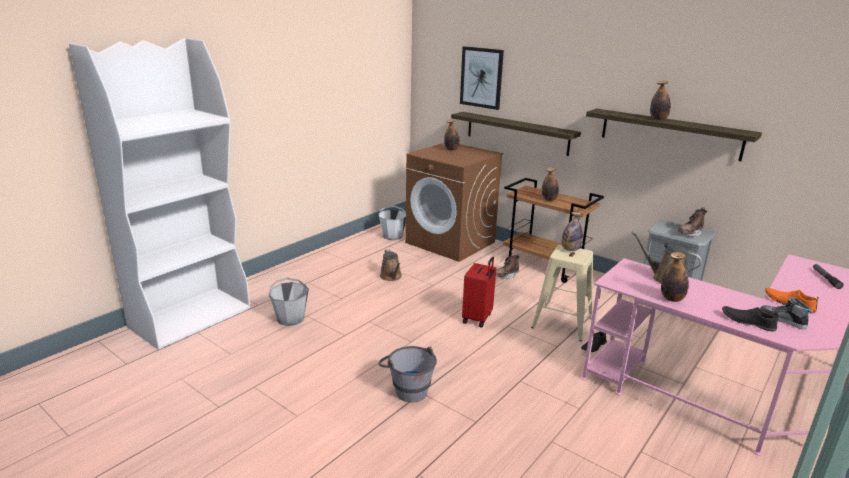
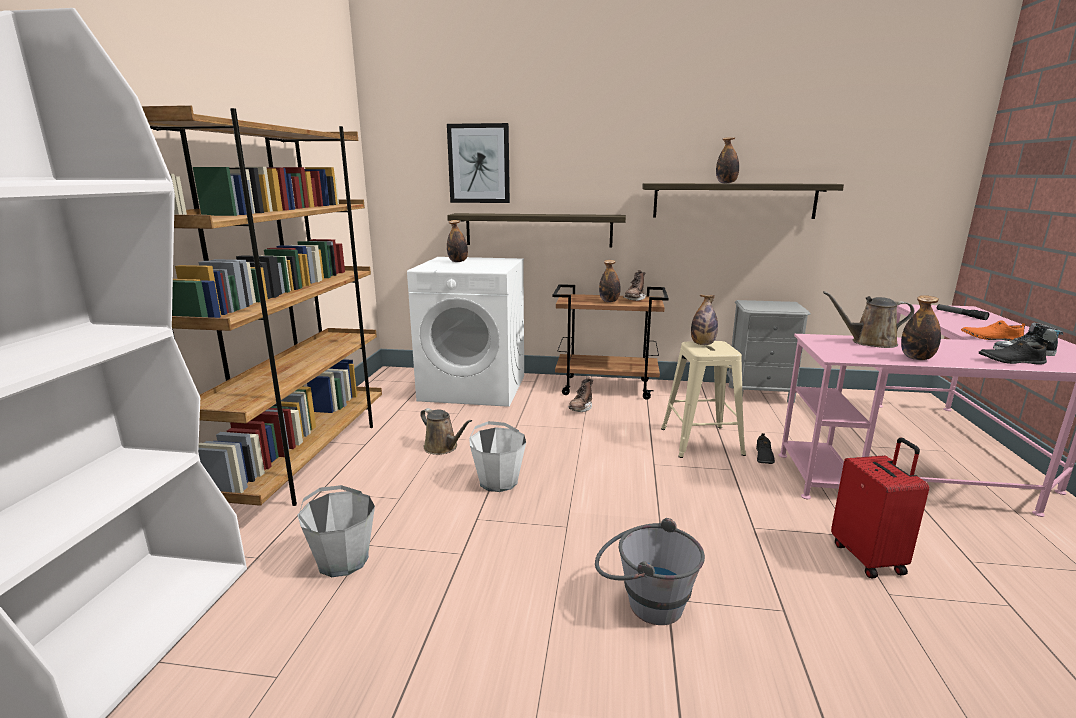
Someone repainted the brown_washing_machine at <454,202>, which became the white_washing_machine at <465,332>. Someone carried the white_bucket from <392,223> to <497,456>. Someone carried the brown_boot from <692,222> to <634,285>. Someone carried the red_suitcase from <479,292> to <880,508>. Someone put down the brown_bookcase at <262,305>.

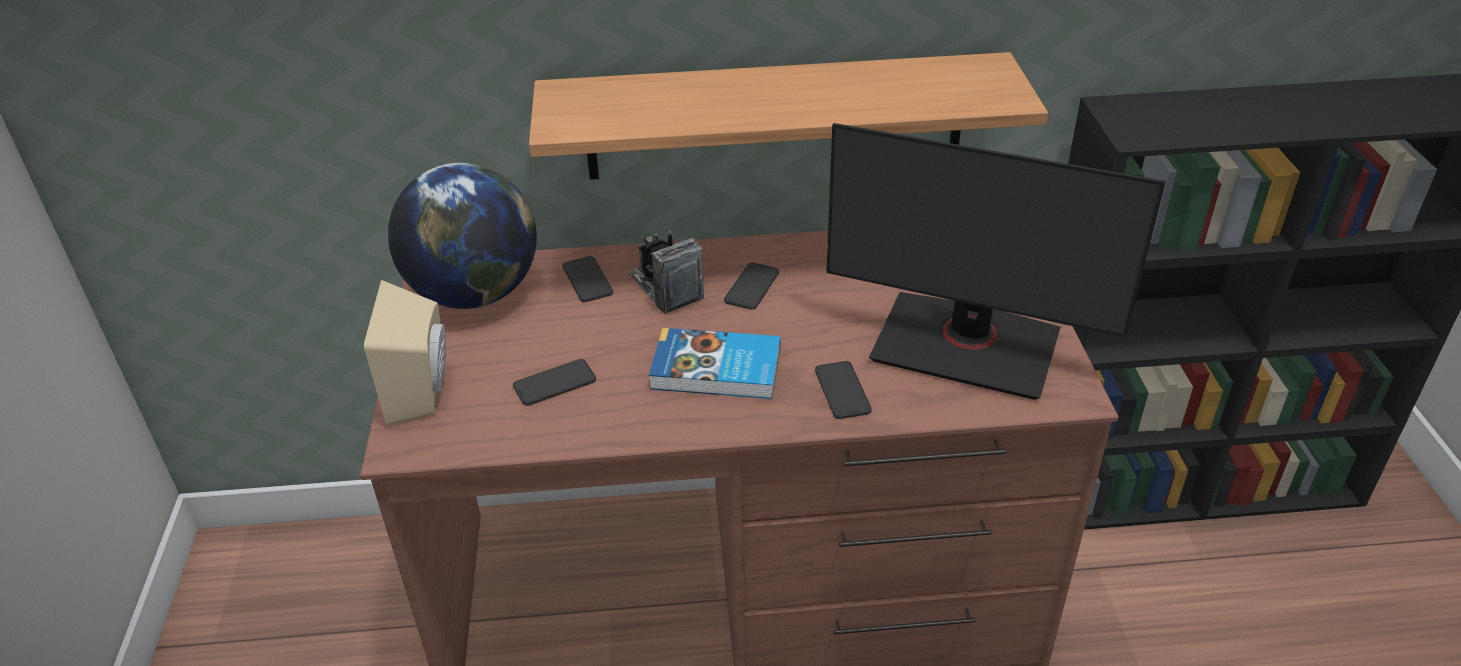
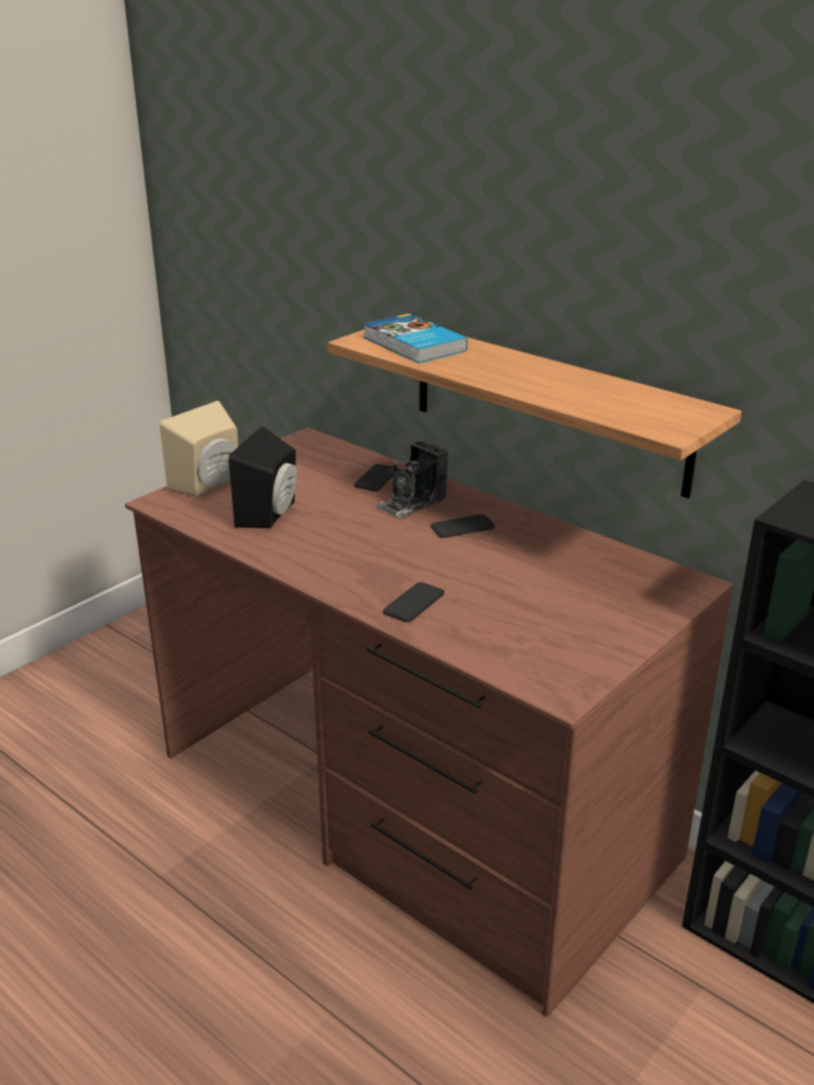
Someone took away the monitor at <996,261>. Someone took away the globe at <462,236>. Someone rotated the photo_camera at <666,270> by 150 degrees counterclockwise. Someone carried the book from <715,363> to <415,338>. Someone swapped the phone at <554,382> for the black_speaker at <263,477>.

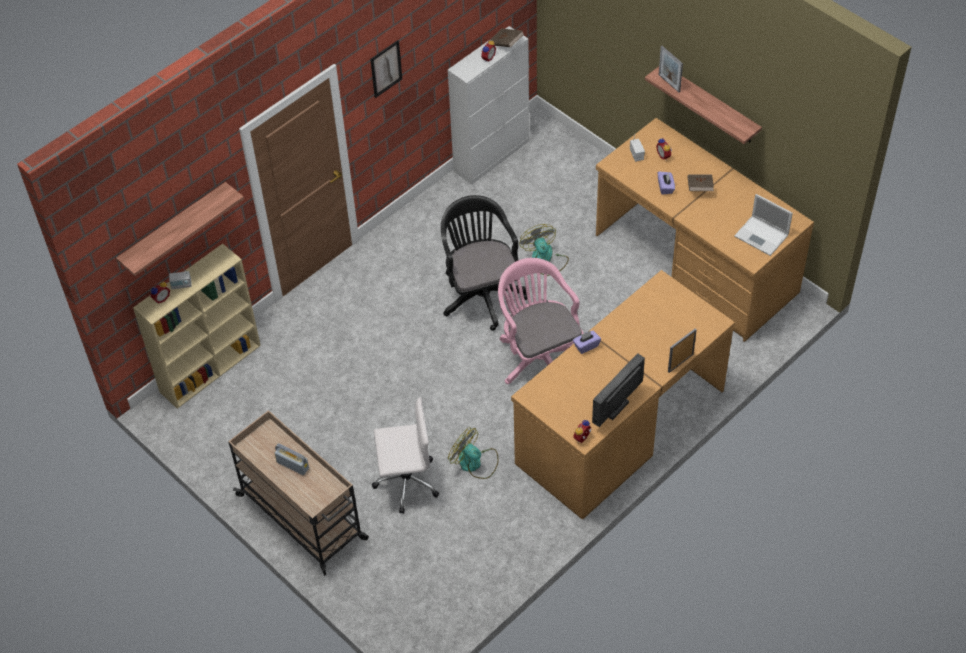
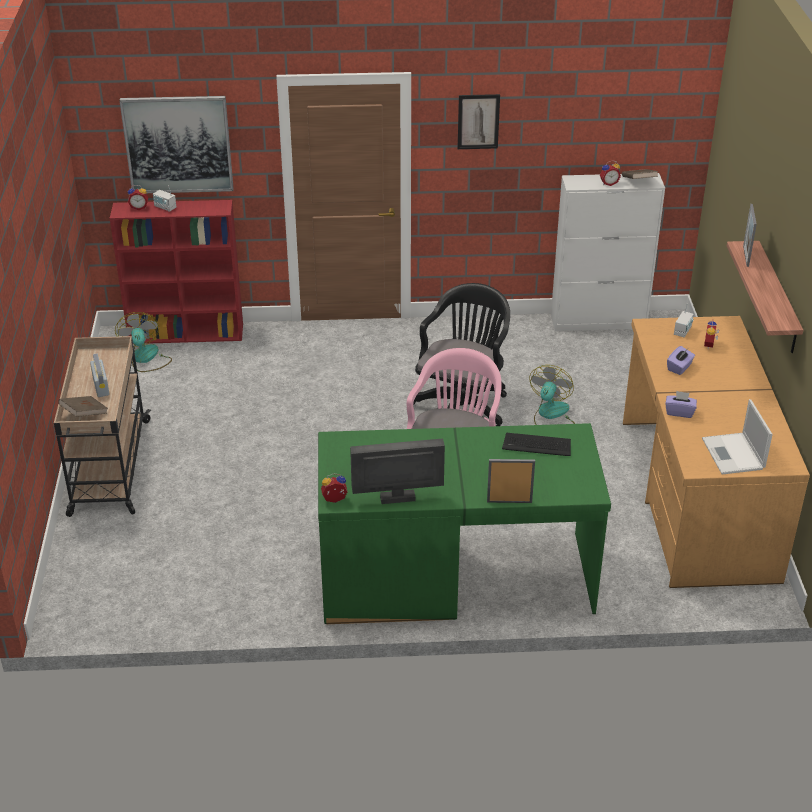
Someone carried the brown_book from <701,182> to <83,406>. Someone swapped the shelf at <180,229> for the picture at <176,144>. Someone repainted the beige_bookcase at <197,326>, which became the red_bookcase at <176,272>. Someone repainted the brown_desk at <623,394>, which became the green_desk at <464,523>. Someone carried the purple_tissue_box from <587,342> to <681,404>. Someone took away the white_office_chair at <405,455>. Someone carried the fan from <473,453> to <143,342>. Someone put down the keyboard at <536,444>.

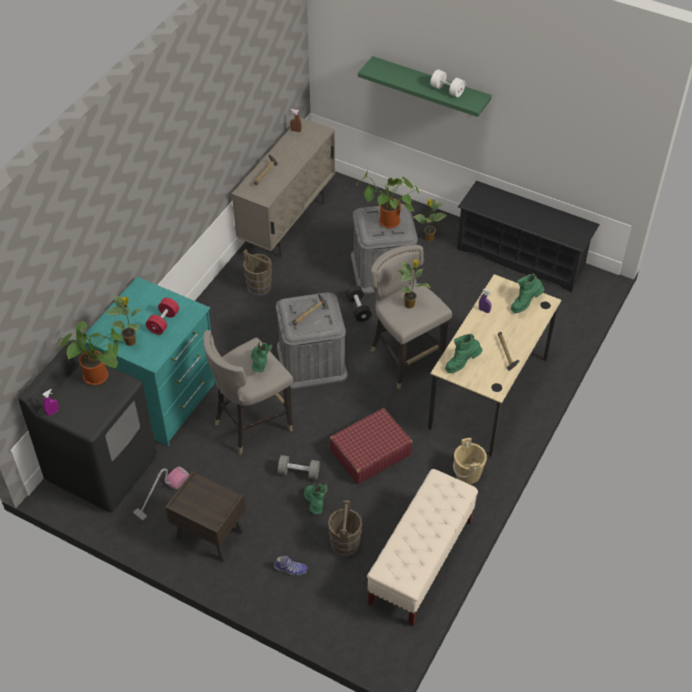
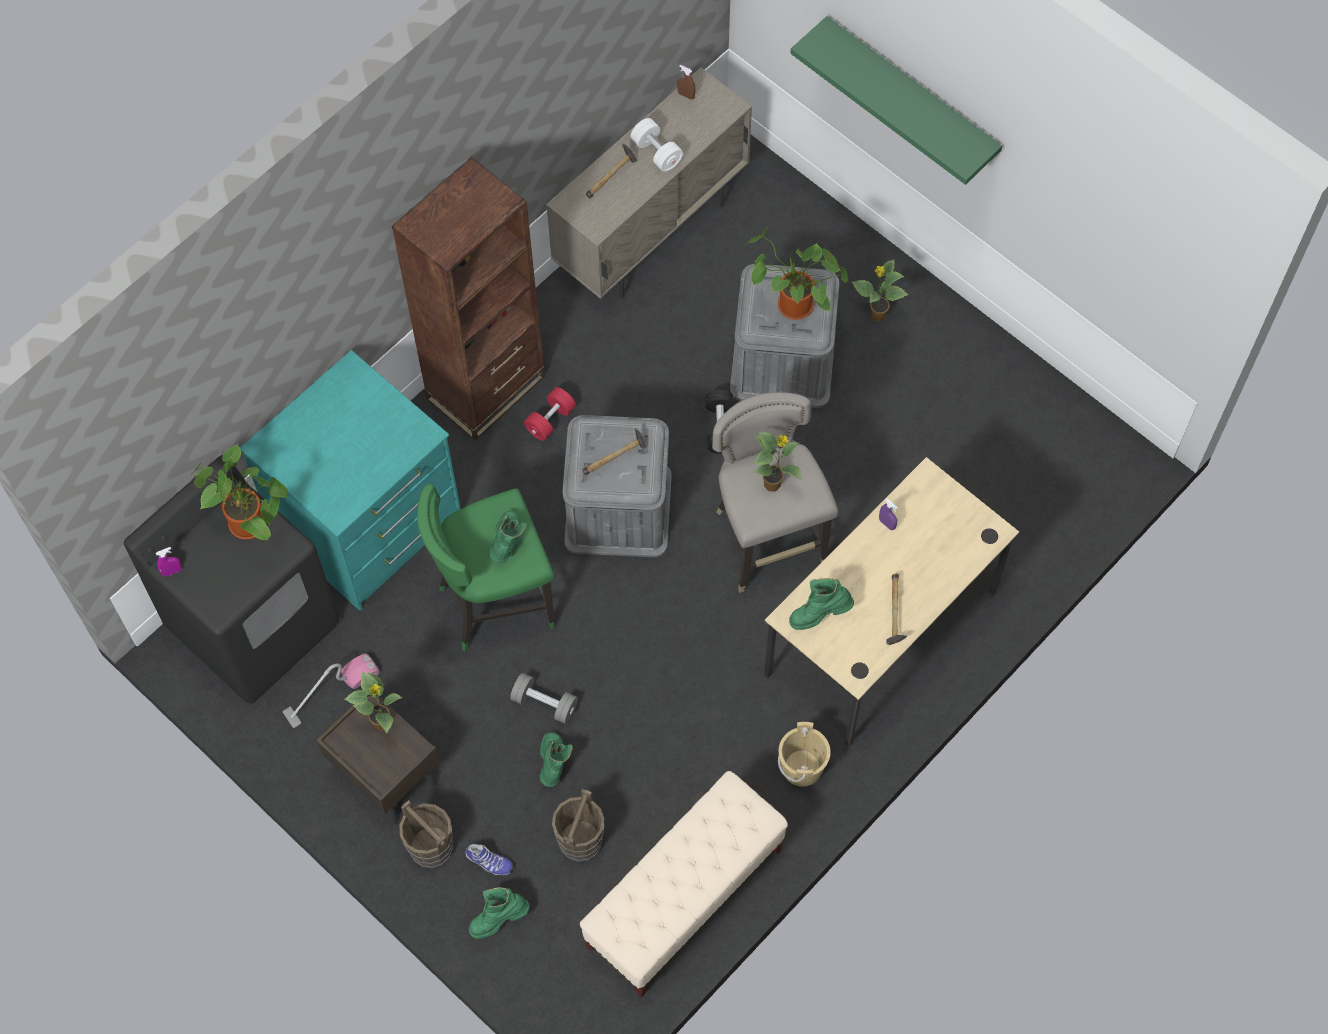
Someone carried the white_dumbbell from <447,83> to <656,145>. Someone took away the black_shoe_rack at <528,236>. Someone carried the brown_bucket from <257,272> to <426,834>. Someone carried the green_boot from <527,293> to <499,913>. Someone carried the potted_plant from <124,320> to <374,702>. Someone carried the red_dumbbell from <162,316> to <550,414>. Someone repainted the grey_stool at <248,392>, which became the green_stool at <486,567>. Someone took away the red_suitcase at <371,446>. Someone put down the brown_bookcase at <468,299>.

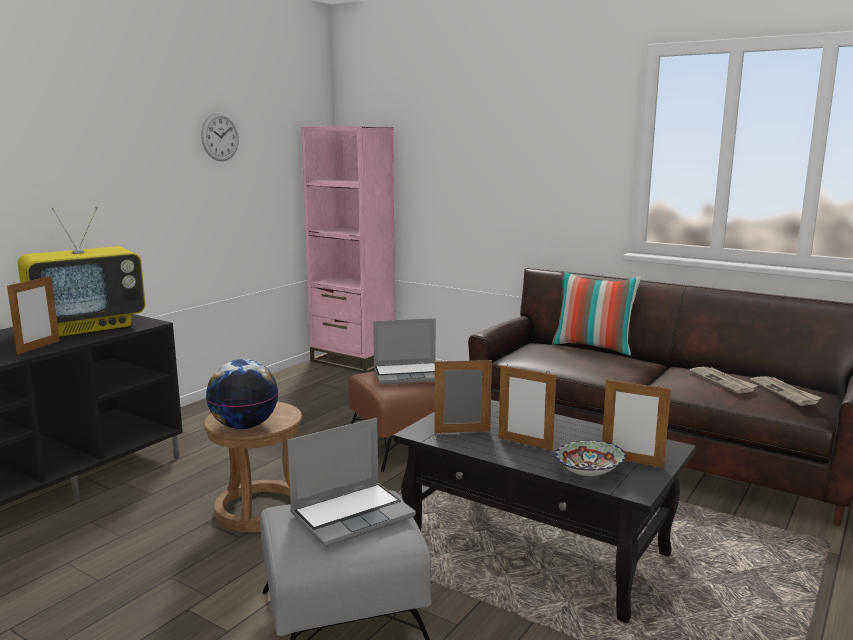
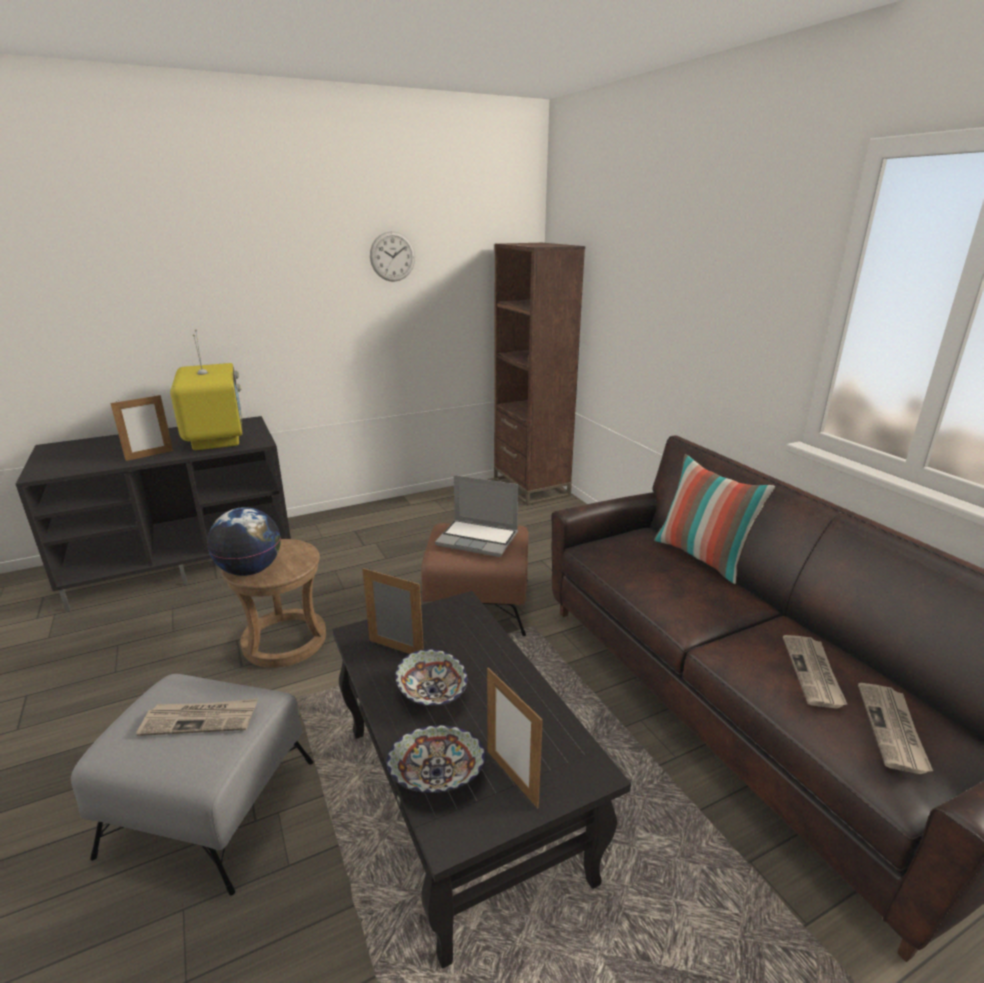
Someone repainted the pink_bookcase at <348,250>, which became the brown_bookcase at <539,374>. Someone rotated the television at <81,272> by 105 degrees counterclockwise. Someone swapped the picture_frame at <527,407> for the bowl at <431,677>. Someone swapped the laptop at <351,482> for the newspaper at <197,717>.

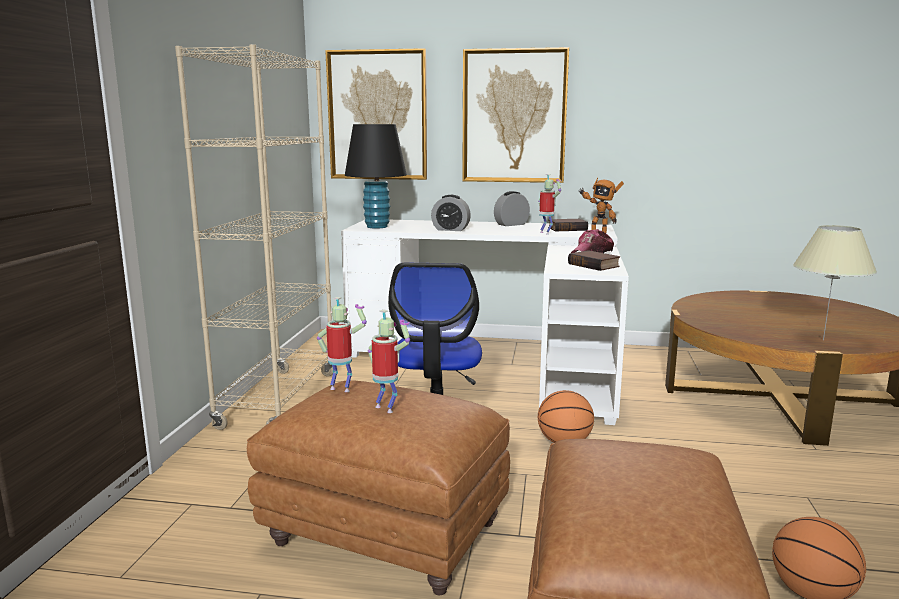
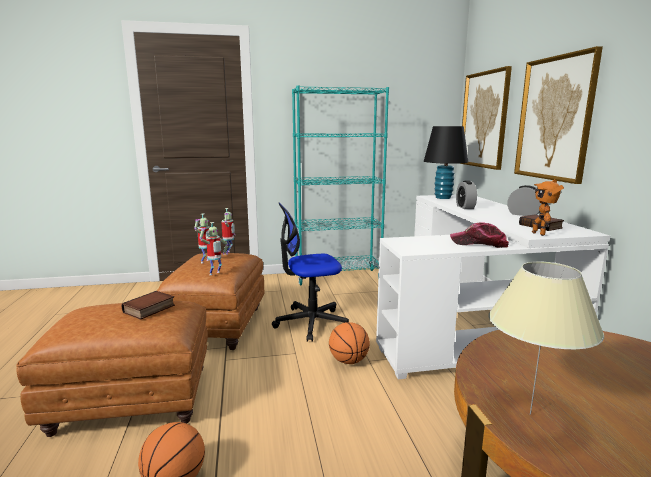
Someone repainted the beige_bookcase at <254,237>, which became the turquoise_bookcase at <340,185>. Someone carried the toy_robot from <550,204> to <213,248>. Someone carried the book from <594,260> to <148,305>.

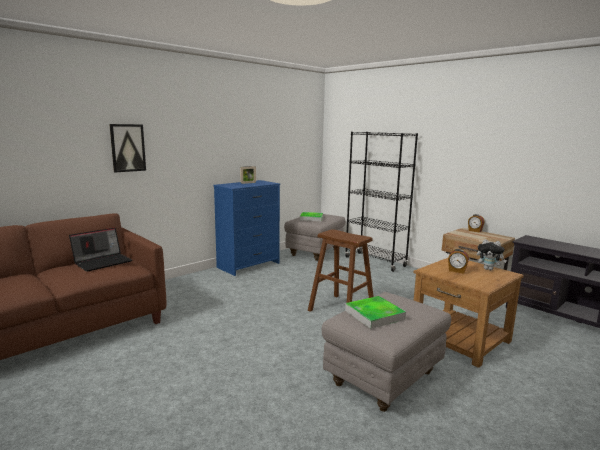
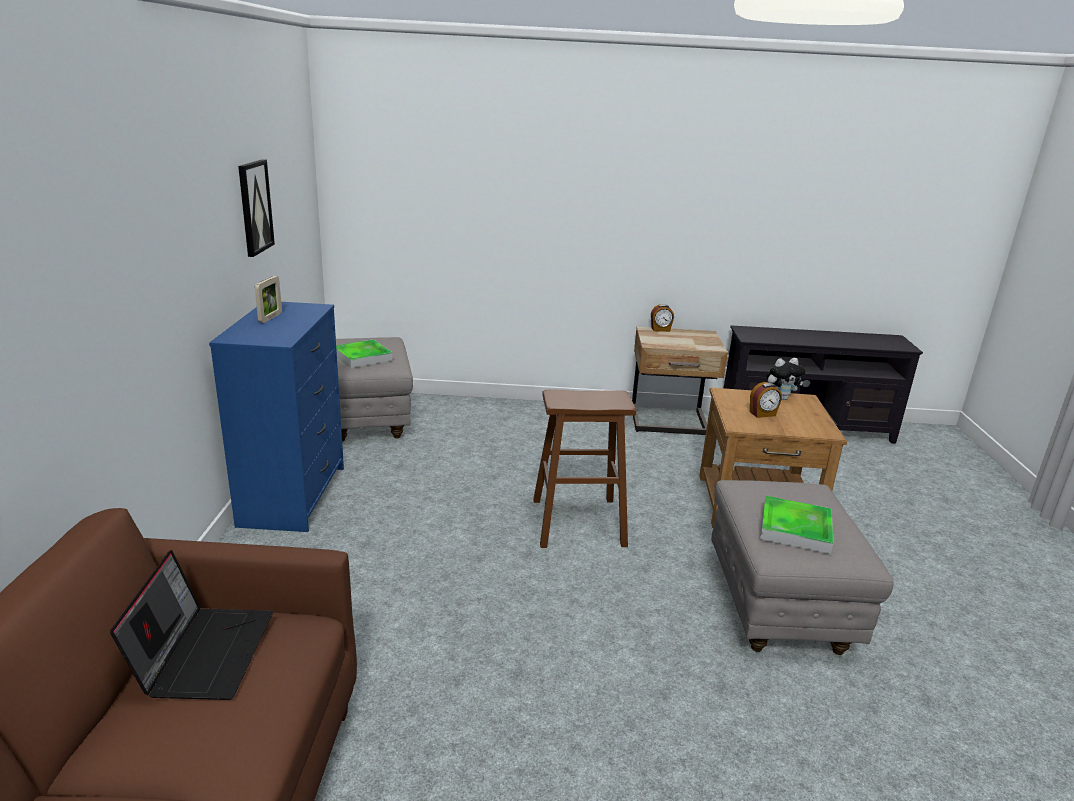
Someone carried the picture from <127,148> to <256,208>. Someone took away the black_bookcase at <381,202>.

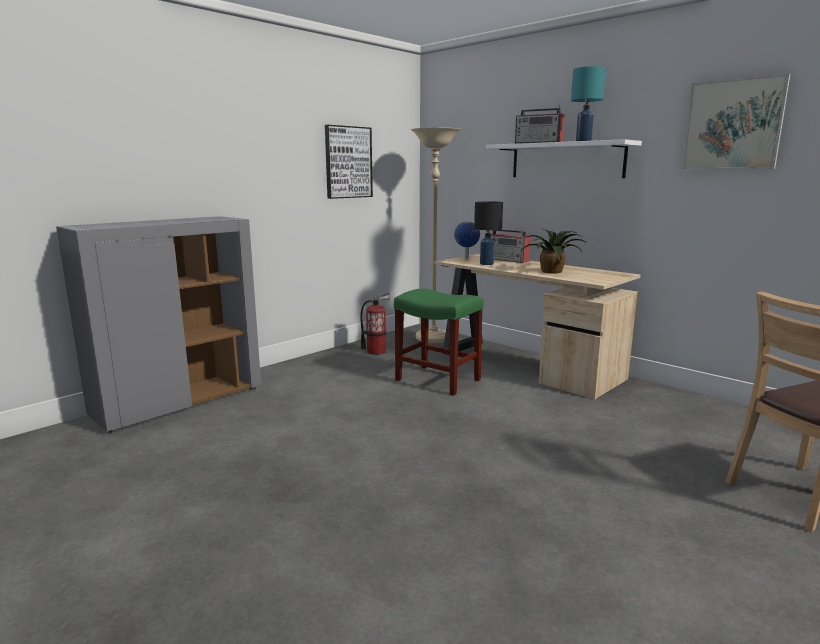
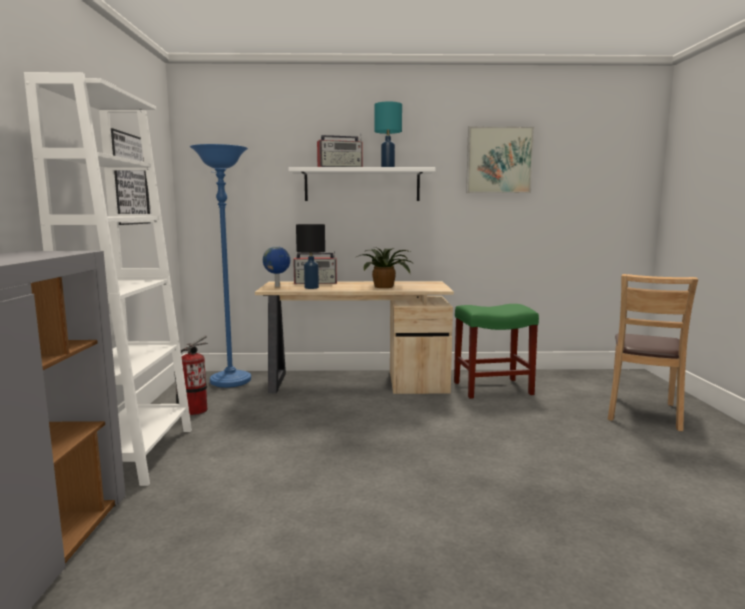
Someone repainted the beige_floor_lamp at <436,235>, which became the blue_floor_lamp at <220,266>. Someone carried the green_stool from <438,342> to <496,351>. Someone put down the white_bookcase at <108,279>.

